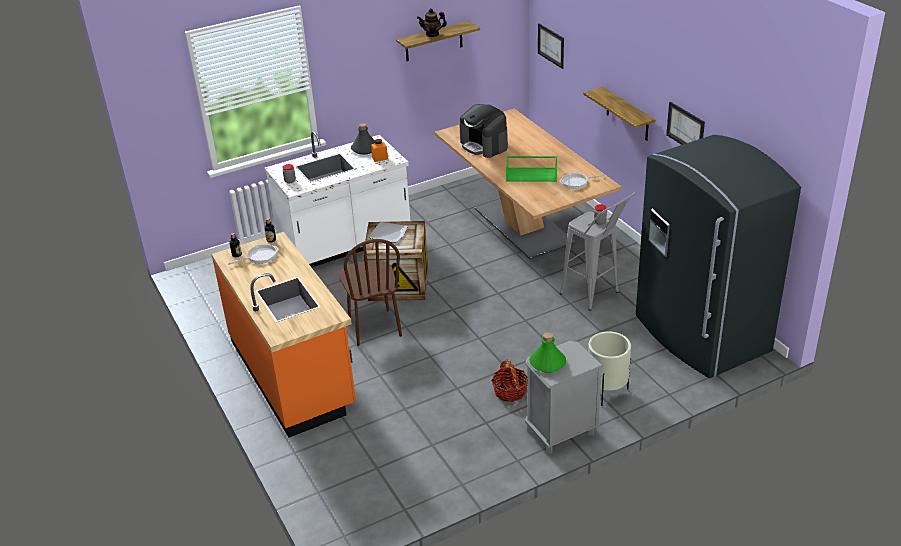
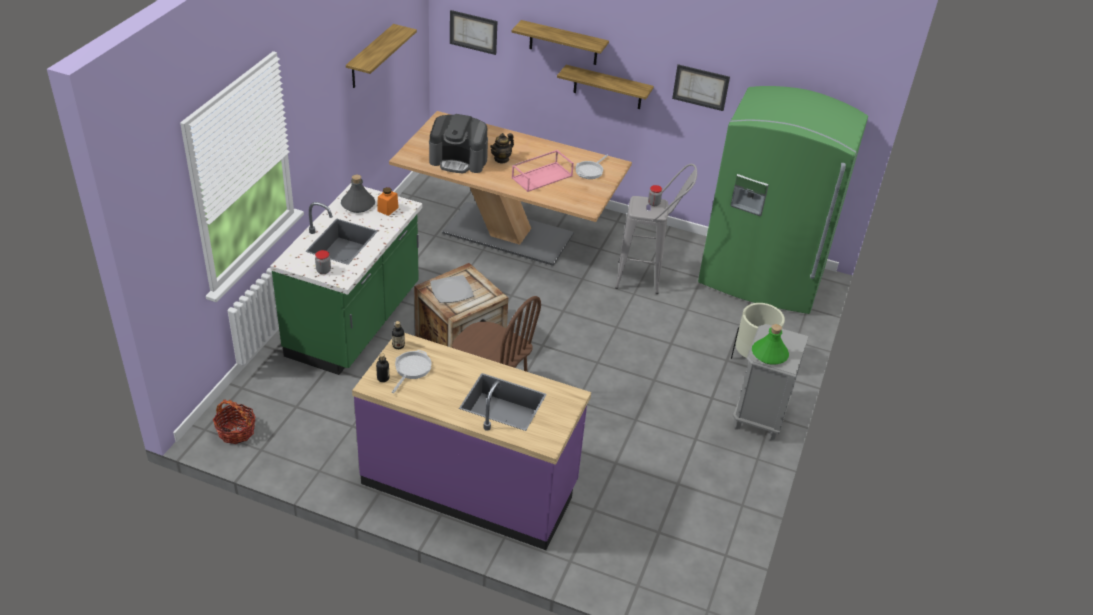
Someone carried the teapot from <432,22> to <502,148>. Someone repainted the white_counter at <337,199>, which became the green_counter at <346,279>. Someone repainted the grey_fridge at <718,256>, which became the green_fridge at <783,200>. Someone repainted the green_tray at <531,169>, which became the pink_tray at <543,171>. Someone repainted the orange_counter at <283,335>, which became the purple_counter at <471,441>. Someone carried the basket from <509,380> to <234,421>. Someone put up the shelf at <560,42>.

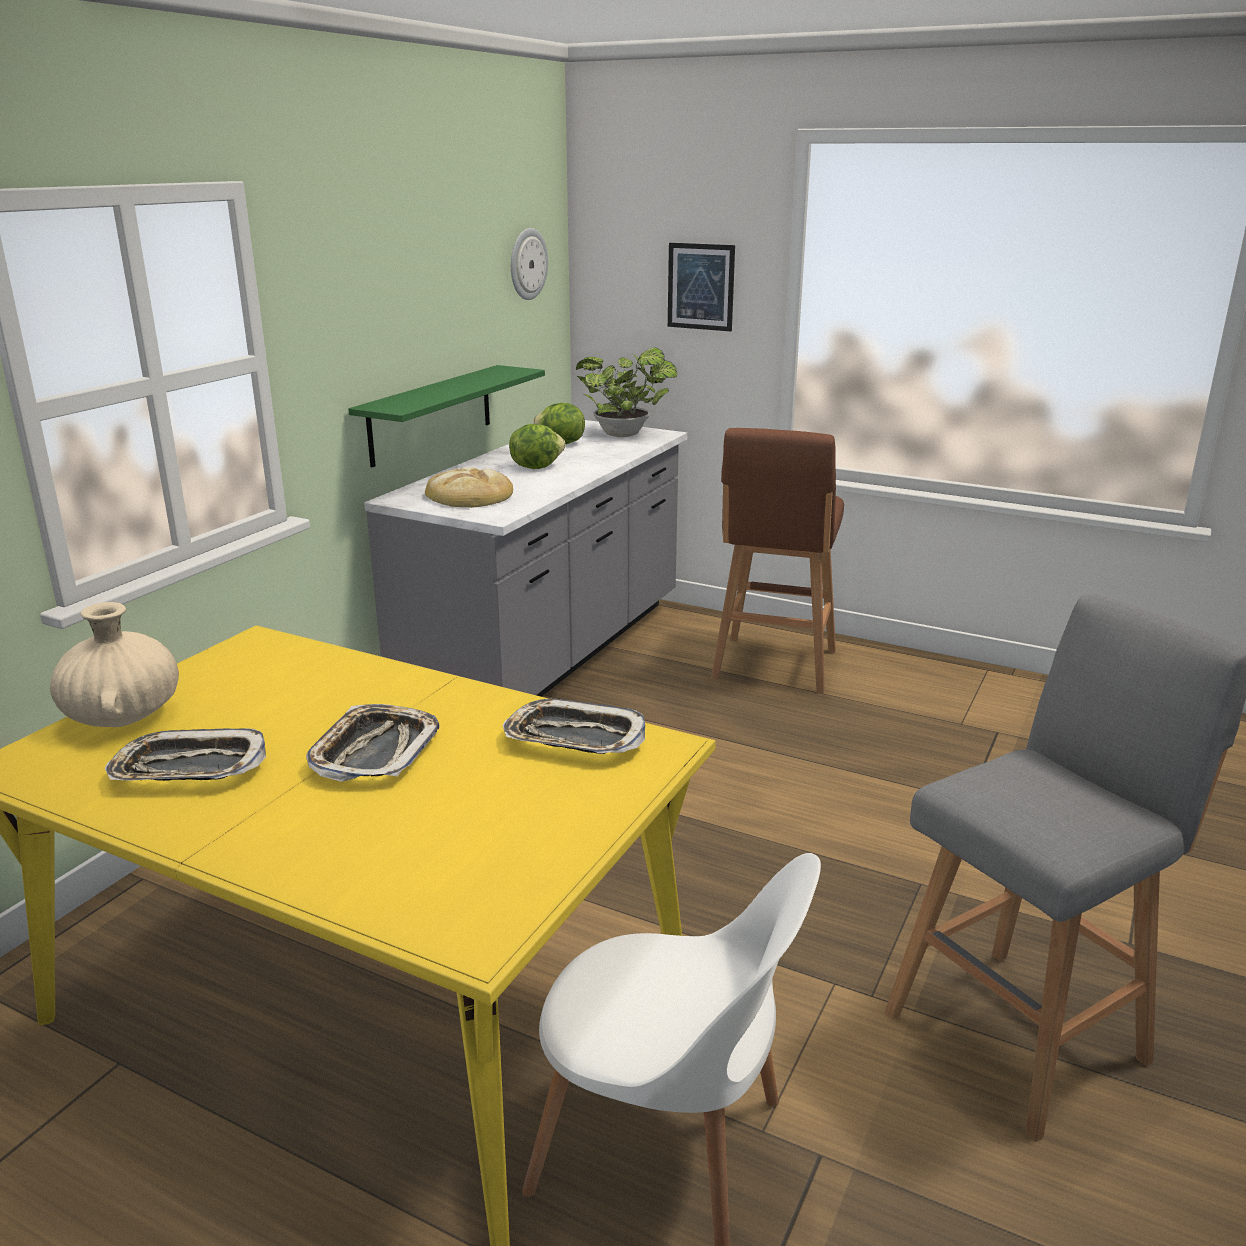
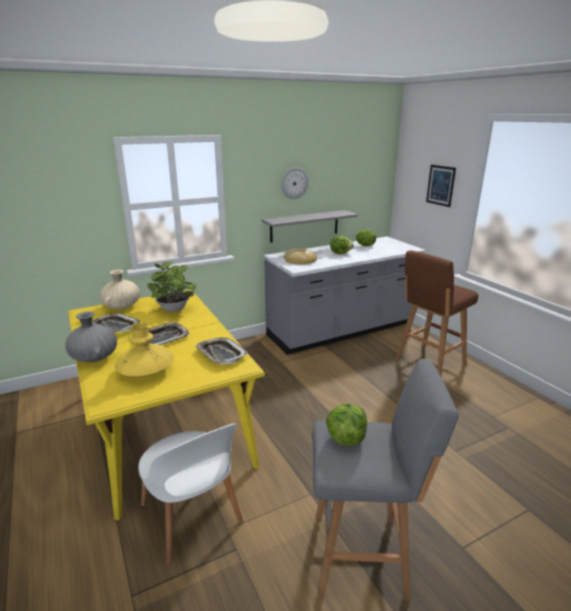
Someone carried the wall_clock from <529,264> to <294,183>. Someone carried the potted_plant from <626,392> to <172,287>. Someone repainted the green_shelf at <446,416>, which became the grey_shelf at <310,226>. Someone put down the grey_vase at <91,336>. Someone put down the yellow_vase at <144,349>. Someone put down the lettuce at <346,425>.

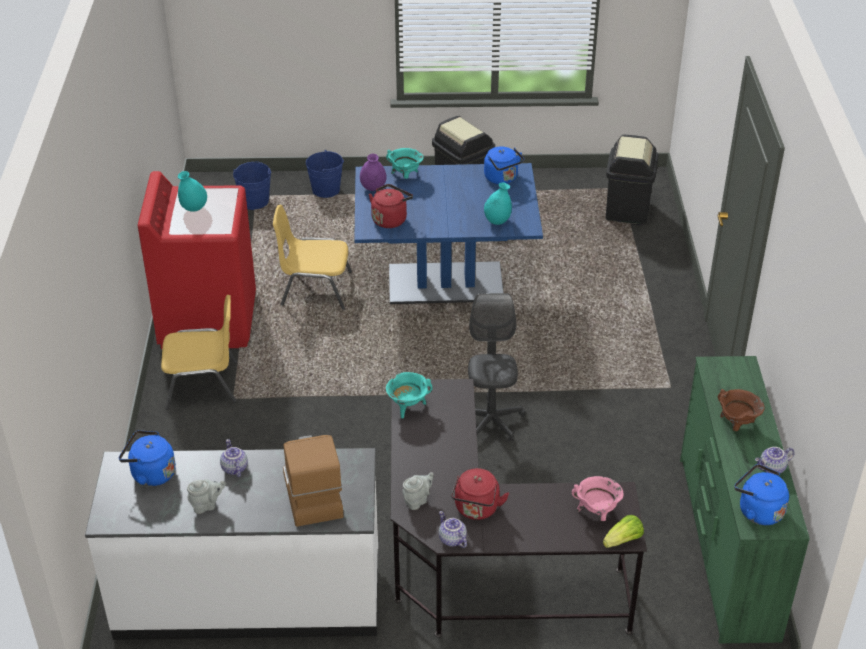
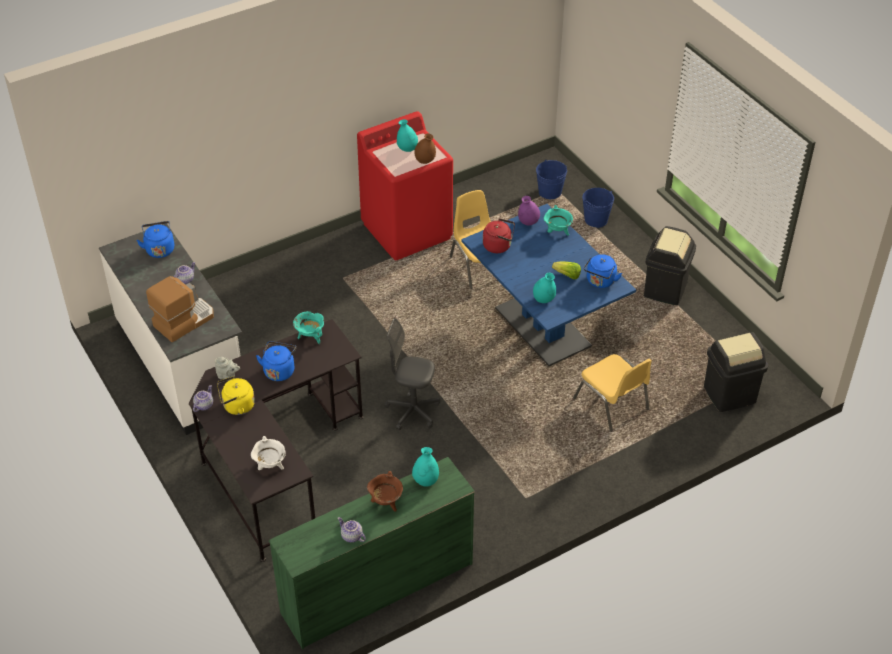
Someone rotated the grey_office_chair at <497,367> by 135 degrees counterclockwise. Someone carried the yellow_chair from <199,352> to <612,393>. Someone carried the blue_kettle from <761,494> to <276,361>. Someone repainted the red_kettle at <480,494>, which became the yellow_kettle at <236,395>. Someone repainted the pink_cooking_pot at <598,498>, which became the white_cooking_pot at <268,453>. Someone took away the grey_teapot at <206,496>. Someone carried the lettuce from <623,531> to <566,270>. Someone put down the brown_vase at <425,148>. Someone put down the turquoise_vase at <425,467>.

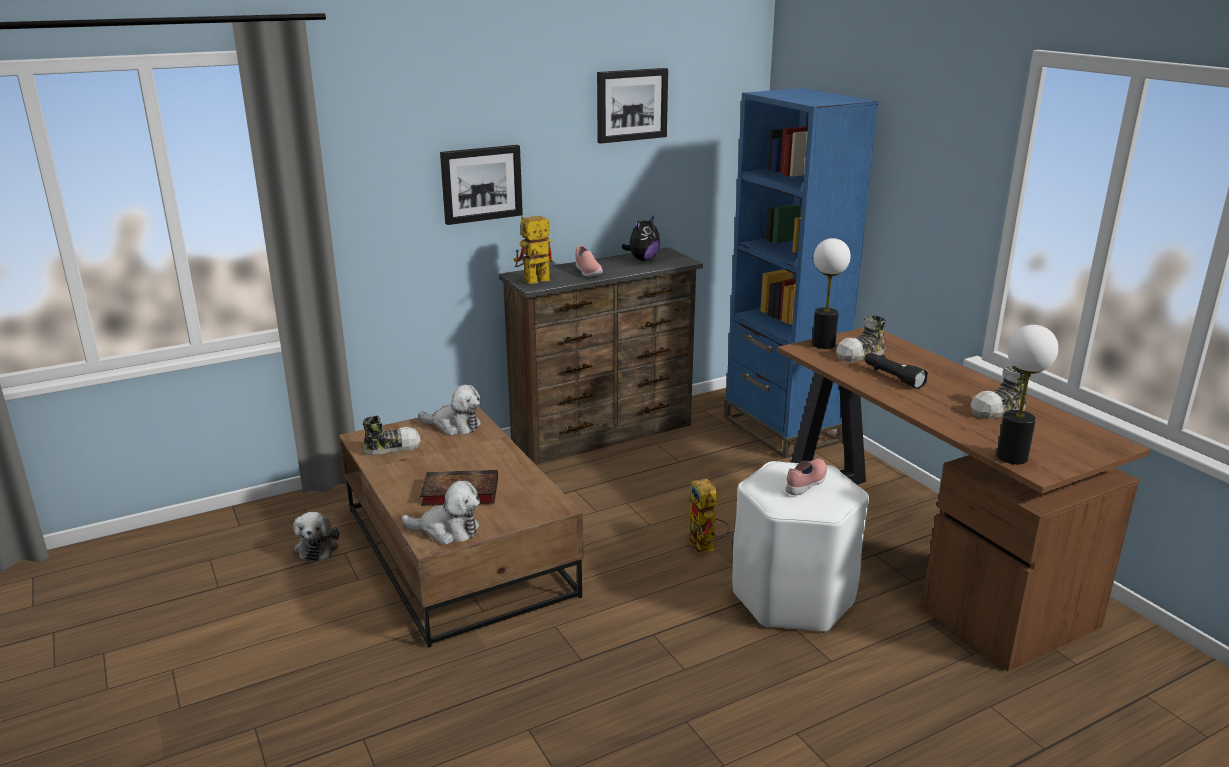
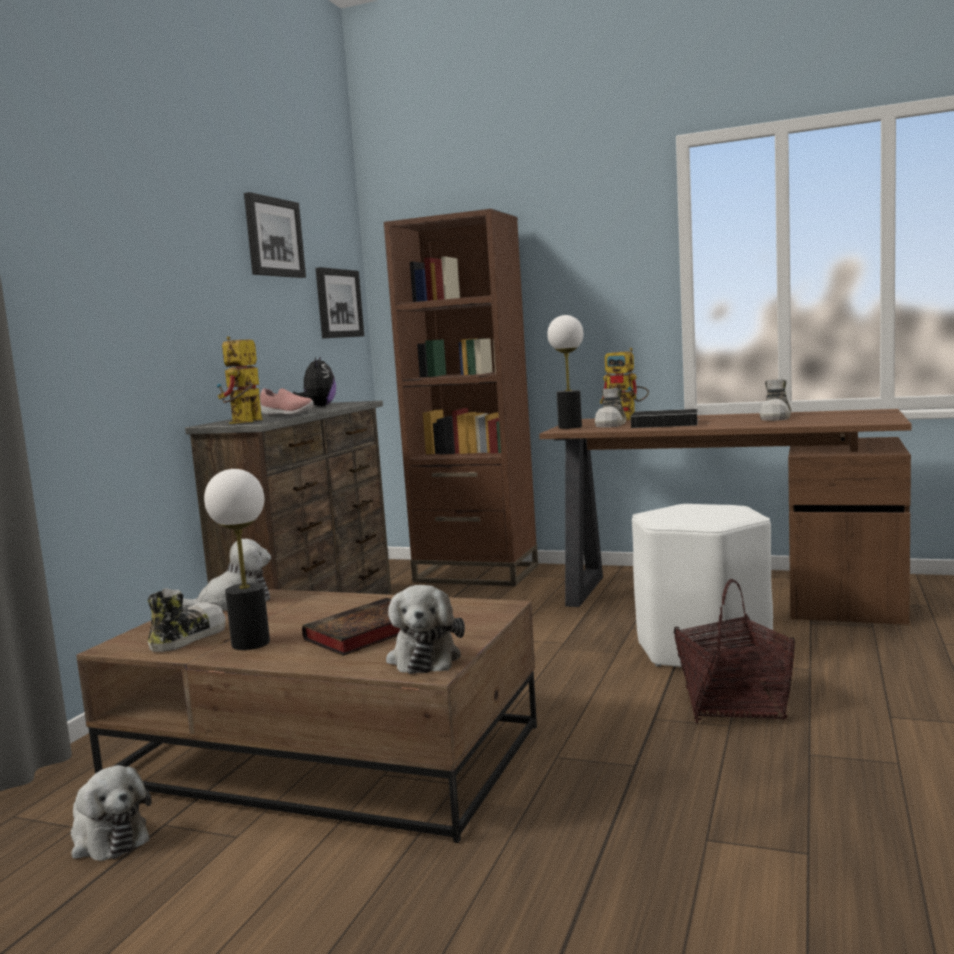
Someone repainted the blue_bookcase at <802,273>, which became the brown_bookcase at <461,397>. Someone carried the picture from <481,185> to <339,302>. Someone carried the table_lamp from <1027,394> to <237,559>. Someone swapped the black_flashlight at <896,371> for the book at <670,418>. Someone took away the pink_shoe at <806,477>. Someone carried the toy_robot from <708,516> to <624,384>. Someone rotated the plush_toy at <441,513> by 120 degrees clockwise. Someone put down the basket at <734,651>.

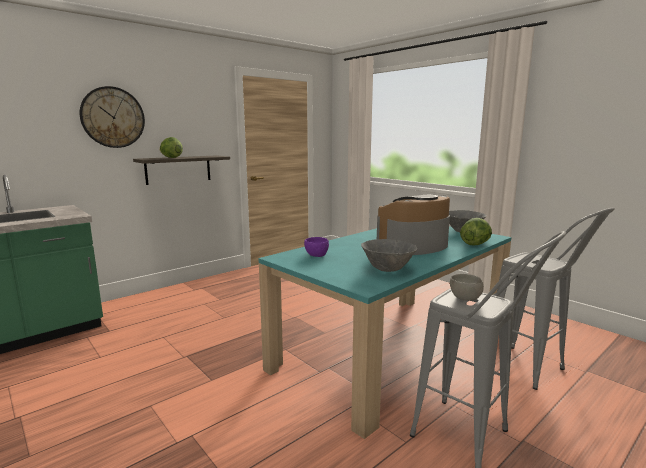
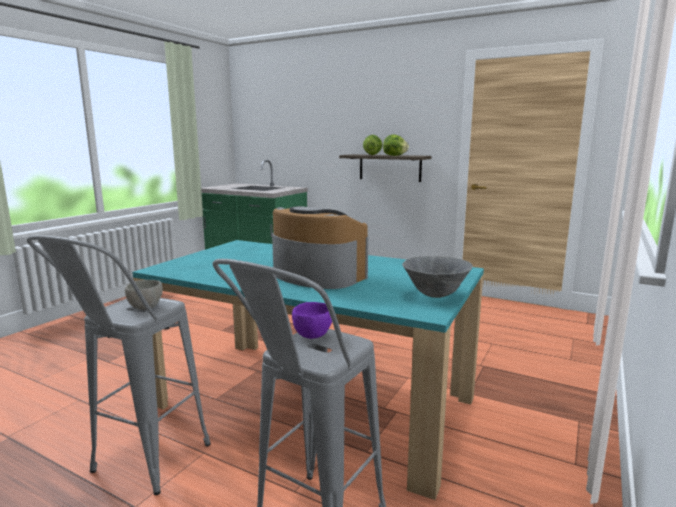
Someone took away the wall_clock at <112,117>. Someone carried the lettuce from <476,231> to <396,145>. Someone carried the purple_bowl from <316,247> to <312,320>. Someone took away the grey_bowl at <389,255>.

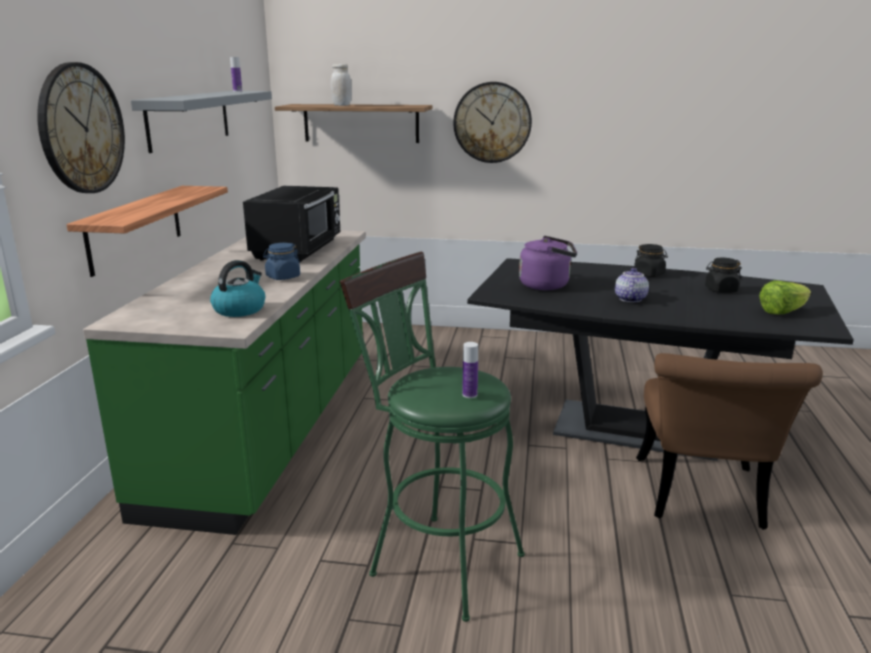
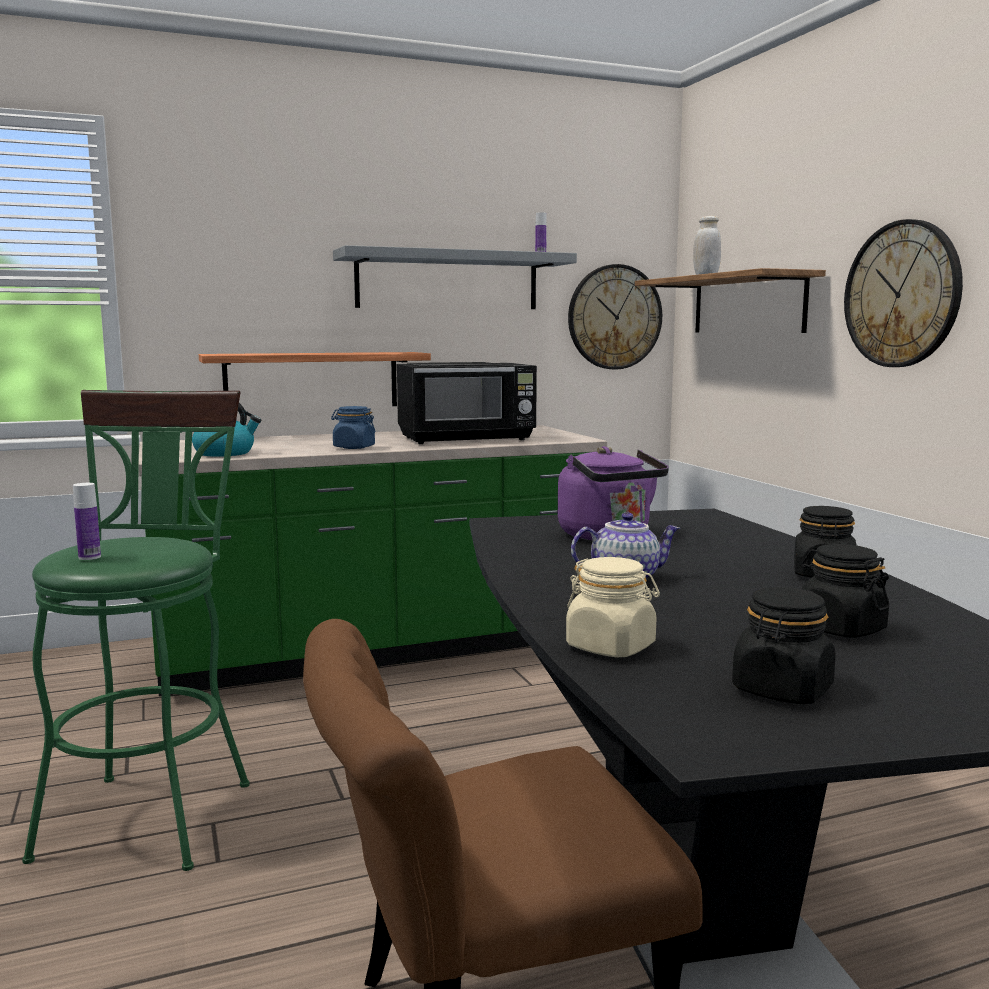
Someone carried the wall_clock from <81,127> to <615,317>. Someone swapped the lettuce at <785,297> for the black_jar at <784,645>. Someone put down the beige_jar at <613,607>.

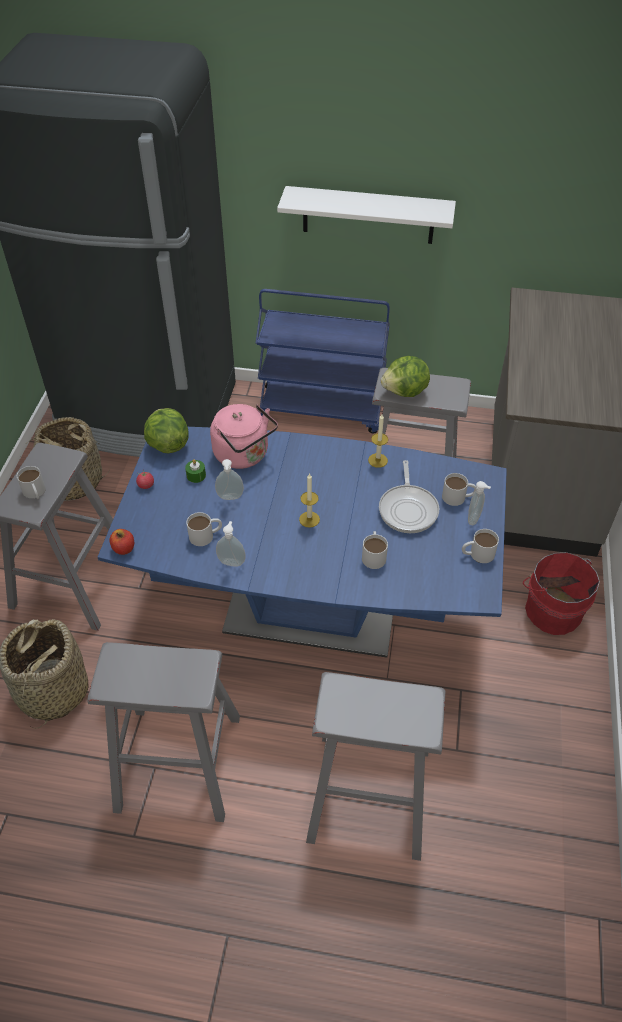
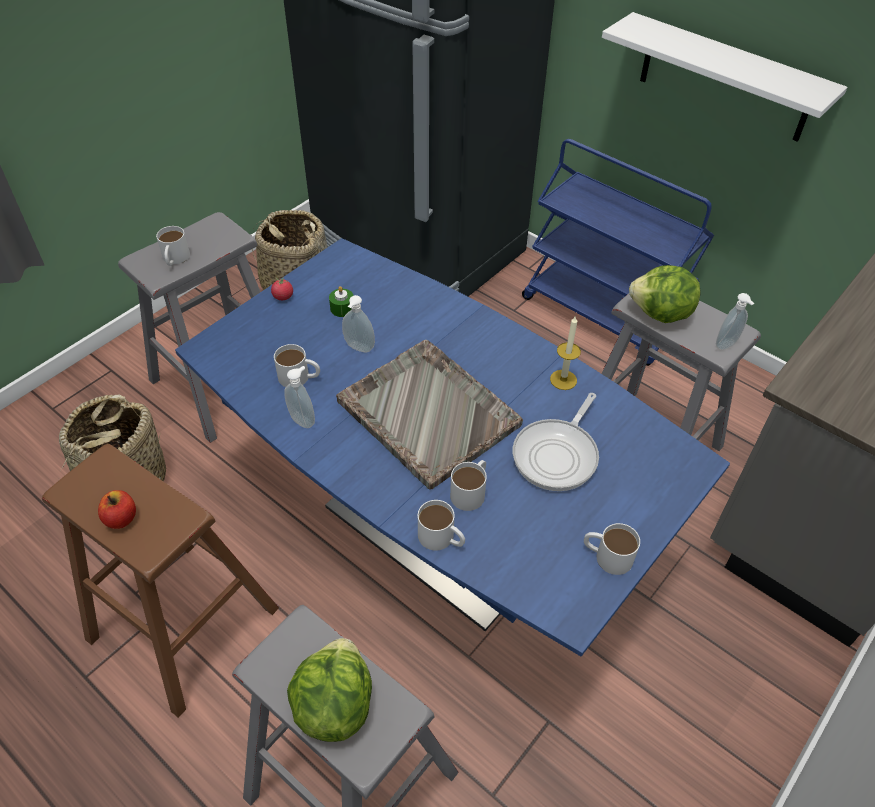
Someone took away the pink_kettle at <244,436>. Someone carried the lettuce from <166,430> to <329,690>. Someone swapped the candle at <309,500> for the grey_tray at <429,415>. Someone carried the white_mug from <459,489> to <441,525>. Someone carried the soap_dispenser from <479,503> to <735,321>. Someone carried the apple from <122,542> to <117,509>. Someone took away the red_bucket at <561,593>. Someone repainted the grey_stool at <163,732>, which became the brown_stool at <160,581>.

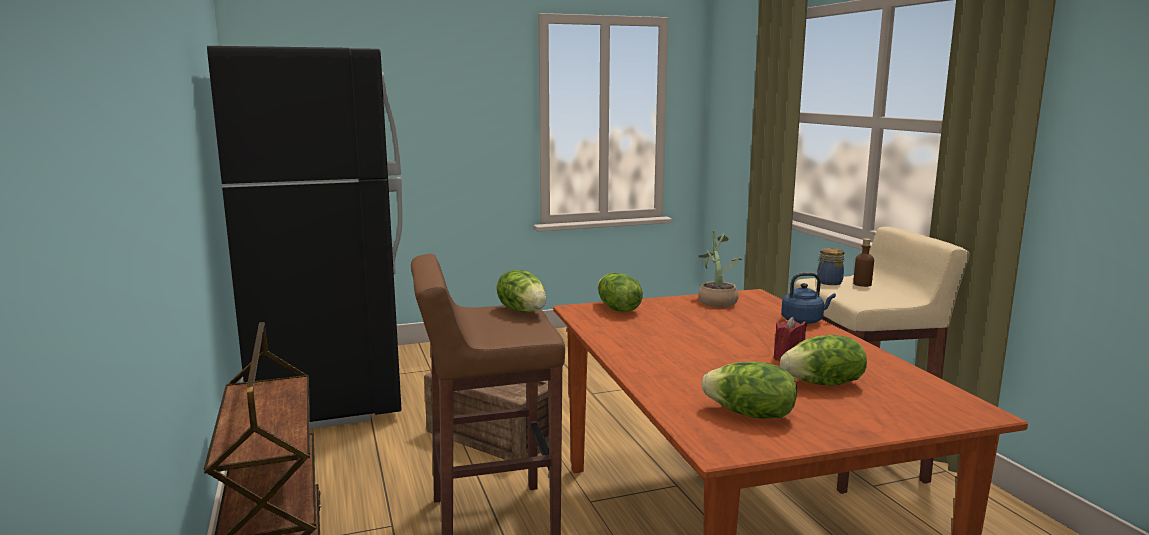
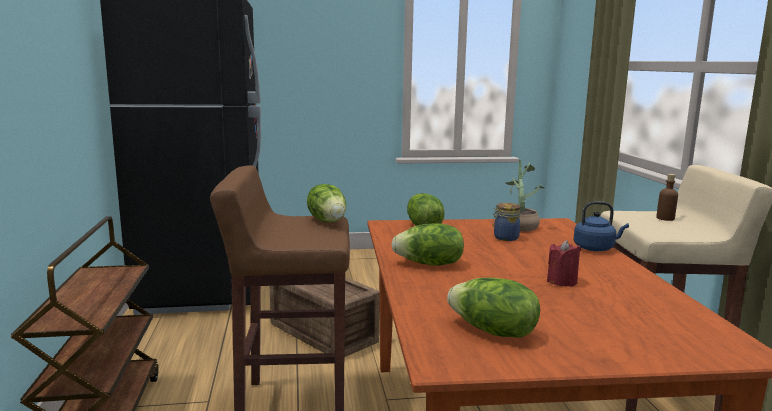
Someone carried the jar from <831,266> to <506,222>. Someone carried the lettuce from <823,360> to <428,244>.

